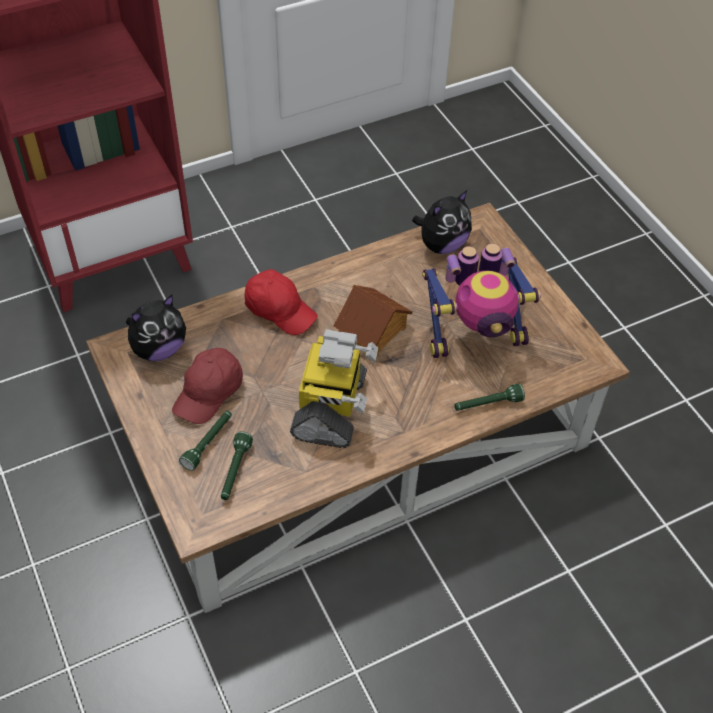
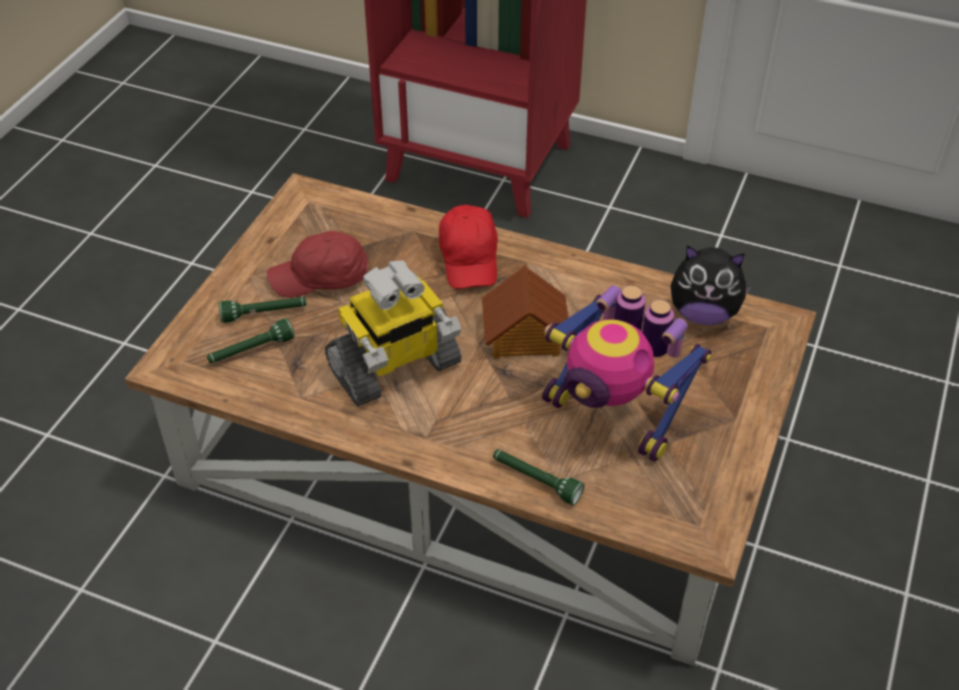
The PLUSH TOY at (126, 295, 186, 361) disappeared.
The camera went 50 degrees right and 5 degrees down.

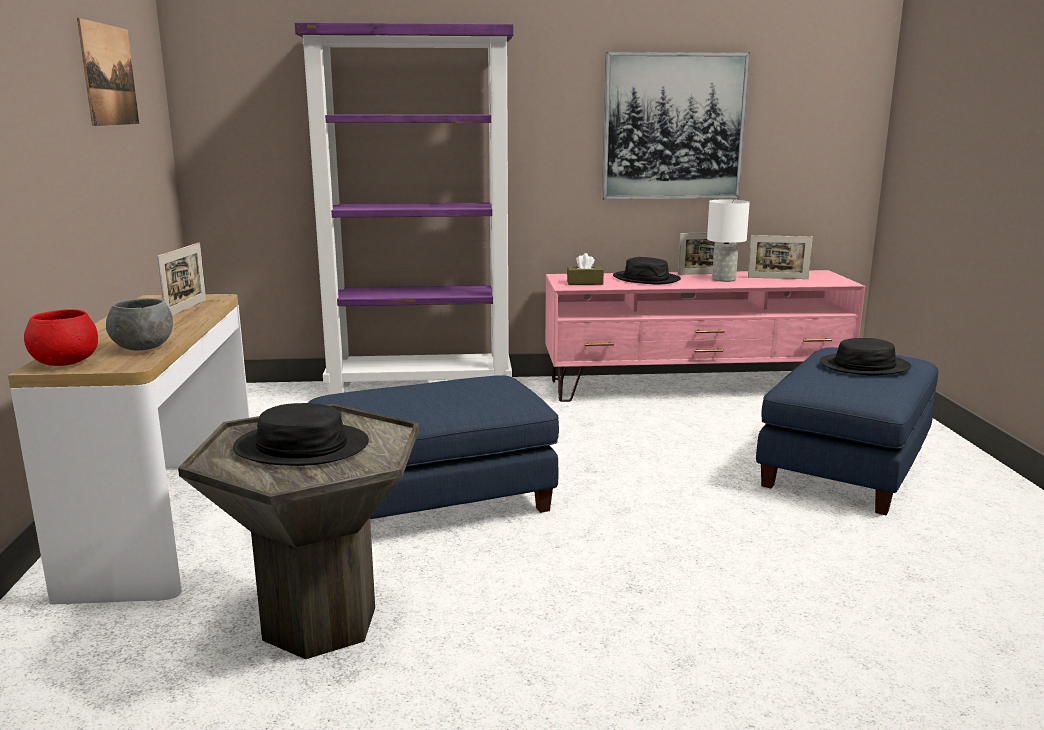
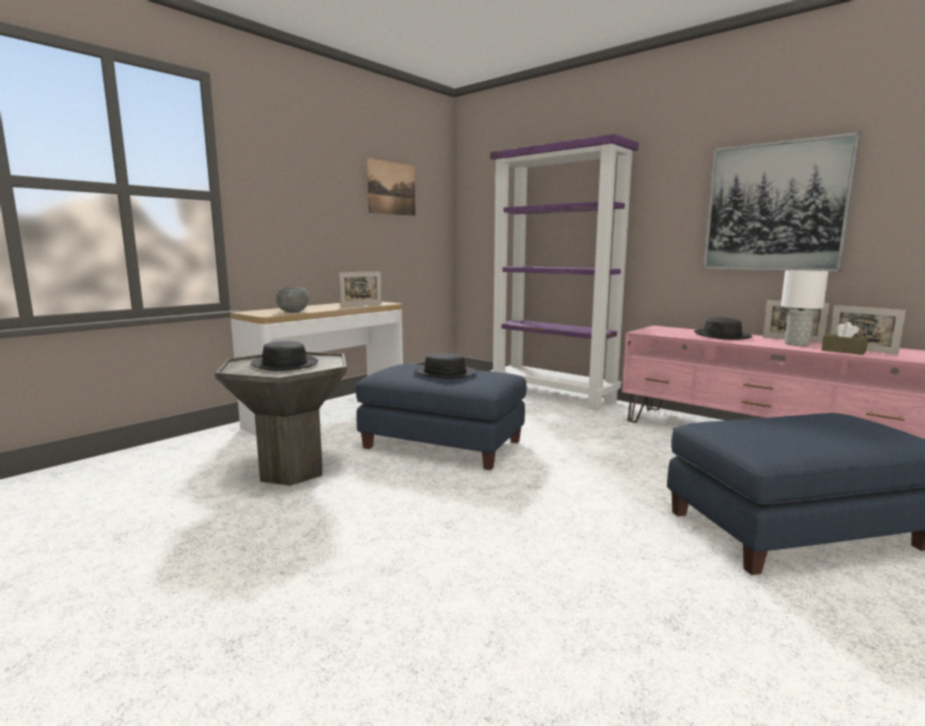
The BROWN TISSUE BOX moved from (567, 253, 604, 285) to (822, 322, 868, 355).
The RED BOWL at (24, 309, 98, 366) disappeared.
The BLACK HAT moved from (820, 338, 911, 376) to (414, 353, 477, 379).
The camera went 45 degrees right and 5 degrees down.

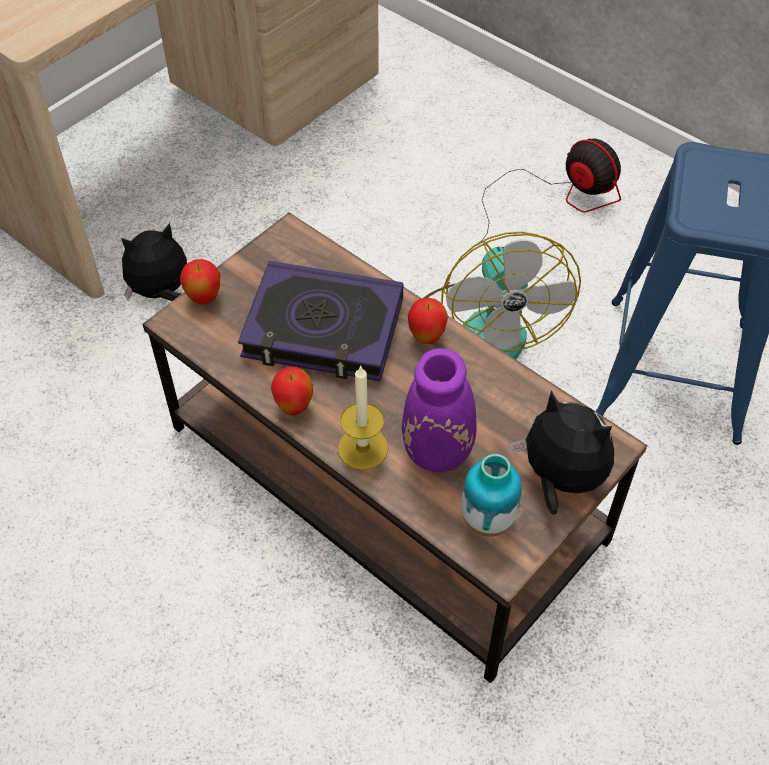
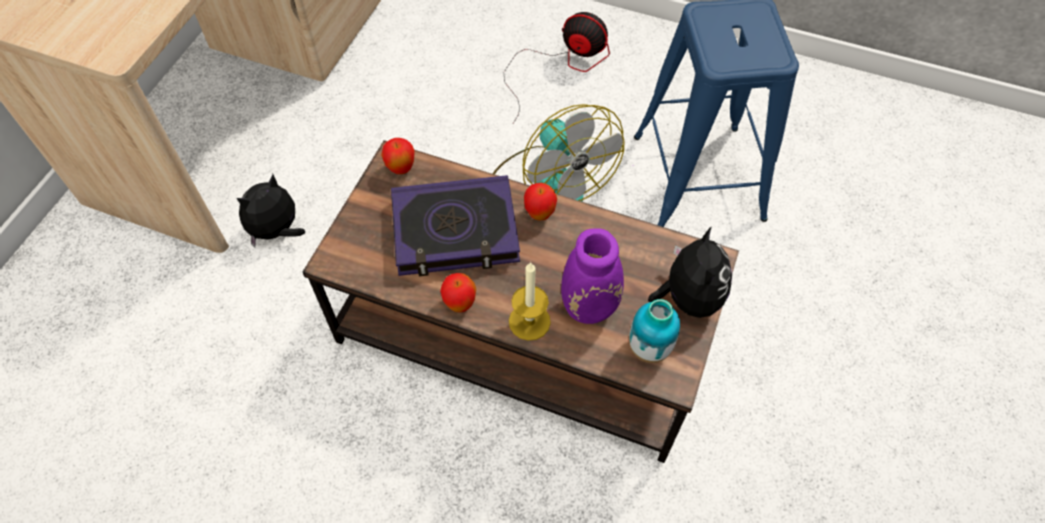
The APPLE moved from (180, 259, 220, 304) to (381, 138, 415, 174).
The PLUSH TOY at (510, 390, 614, 515) turned 75 degrees clockwise.
The camera went 20 degrees left and 5 degrees up.

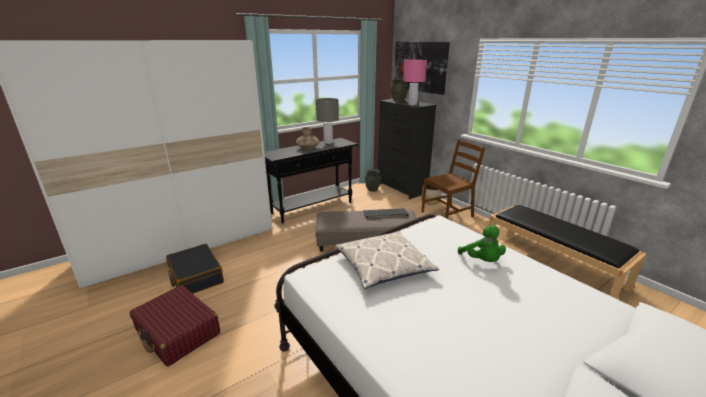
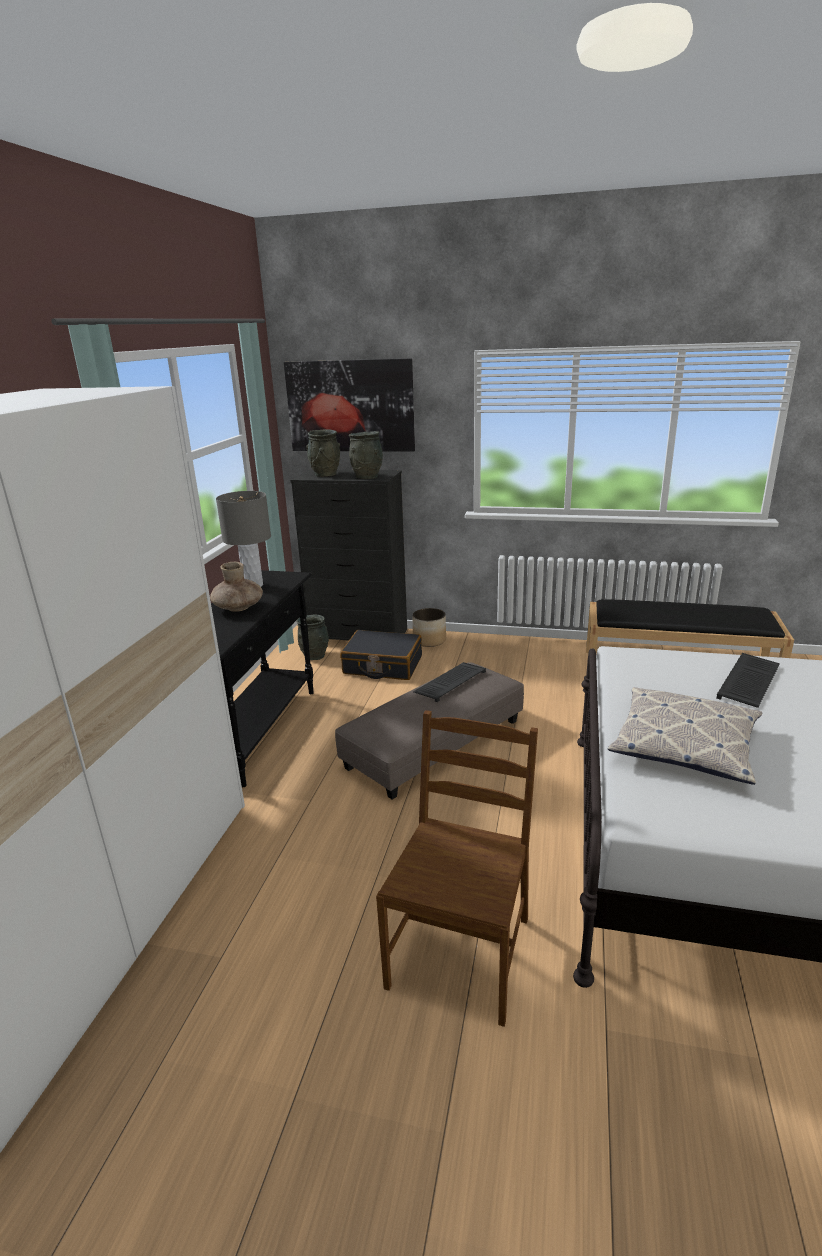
The PINK TABLE LAMP at (403, 60, 427, 105) was replaced by the GREY VASE at (349, 431, 383, 479).
The BROWN CHAIR moved from (422, 139, 485, 219) to (376, 710, 538, 1027).
The GREEN PLUSH TOY at (458, 225, 506, 262) was replaced by the KEYBOARD at (716, 653, 780, 708).
The BLACK SUITCASE moved from (166, 244, 224, 294) to (340, 630, 422, 680).
The RED SUITCASE at (130, 285, 220, 367) disappeared.
The camera went 40 degrees left and 0 degrees up.

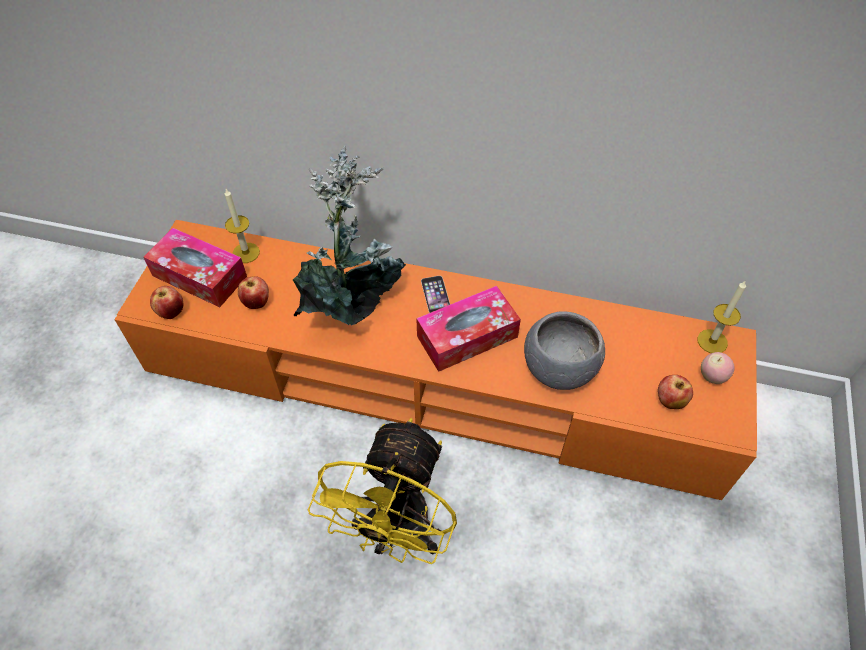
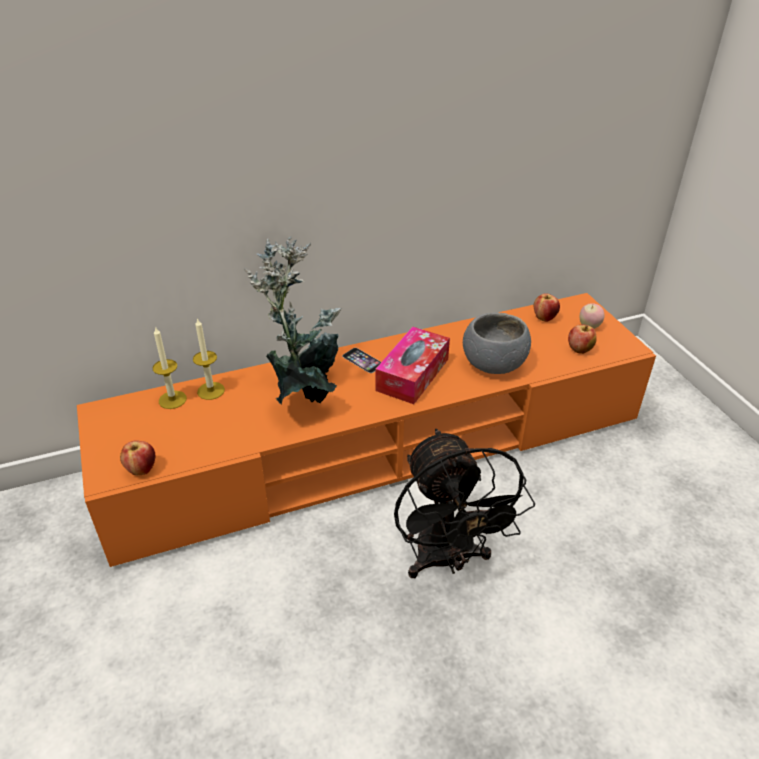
The TISSUE BOX at (143, 228, 247, 307) disappeared.
The APPLE moved from (238, 276, 269, 309) to (534, 293, 560, 322).
The CANDLE moved from (697, 280, 746, 353) to (193, 318, 225, 400).
The YELLOW FAN at (308, 418, 457, 564) became the BLACK FAN at (394, 429, 535, 578).
The camera went 35 degrees left and 15 degrees down.

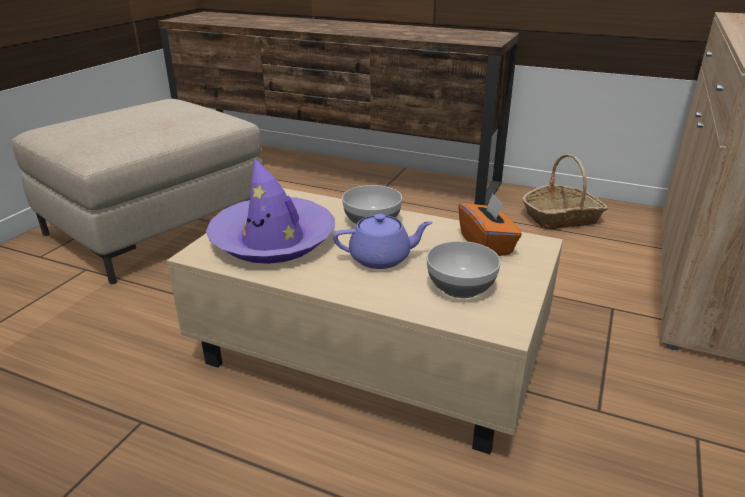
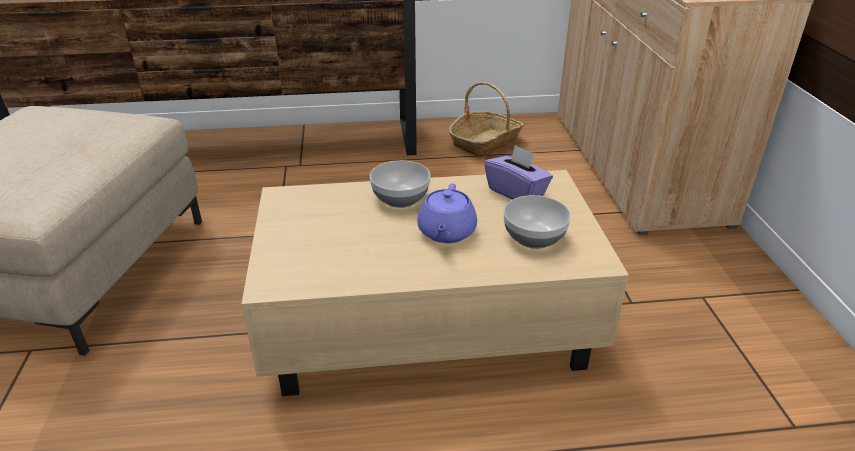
The PURPLE HAT at (206, 158, 335, 264) disappeared.
The ORANGE TISSUE BOX at (458, 194, 522, 256) became the PURPLE TISSUE BOX at (484, 145, 553, 200).
The PURPLE TEAPOT at (333, 214, 433, 269) turned 135 degrees clockwise.
The camera went 30 degrees left and 5 degrees up.

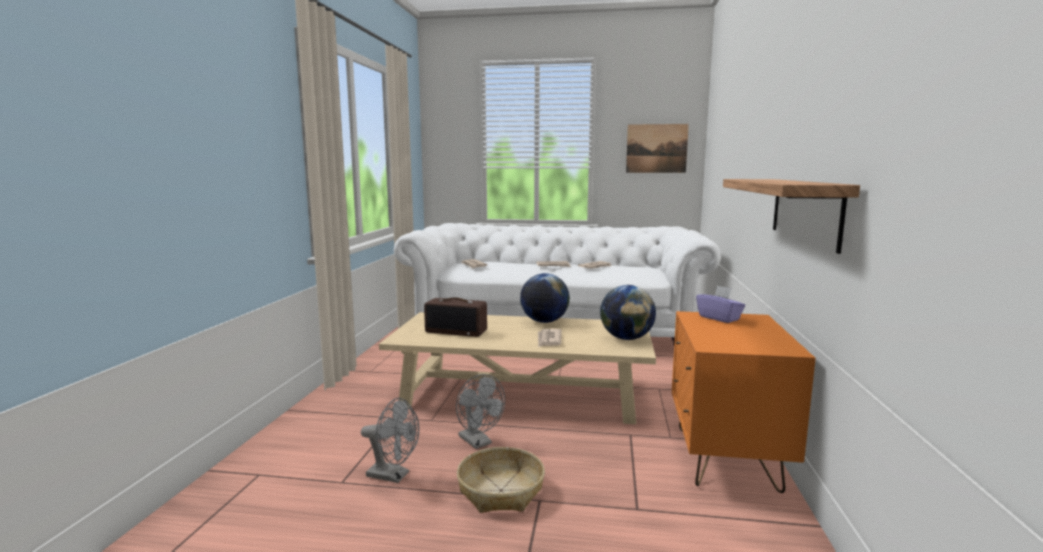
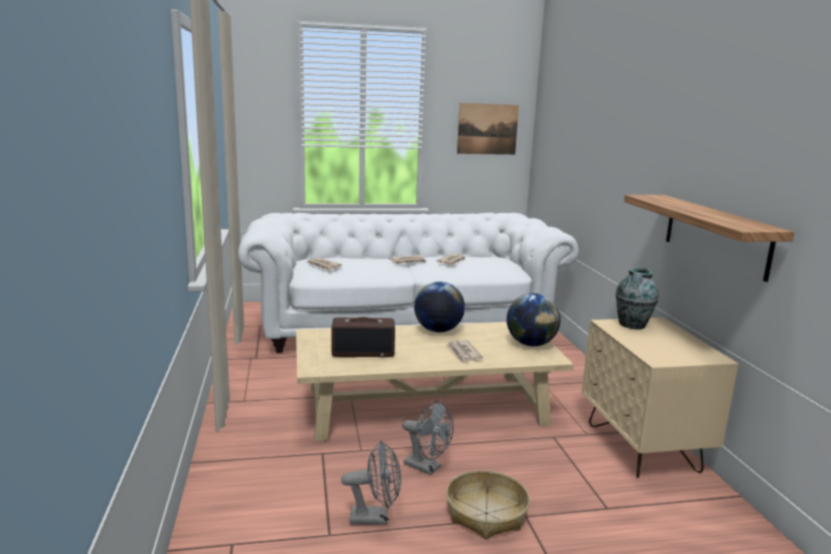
The PURPLE TISSUE BOX at (696, 285, 745, 323) was replaced by the VASE at (616, 267, 659, 330).
The ORANGE NIGHTSTAND at (672, 311, 816, 493) became the BEIGE NIGHTSTAND at (582, 317, 739, 478).
The camera went 20 degrees left and 5 degrees up.

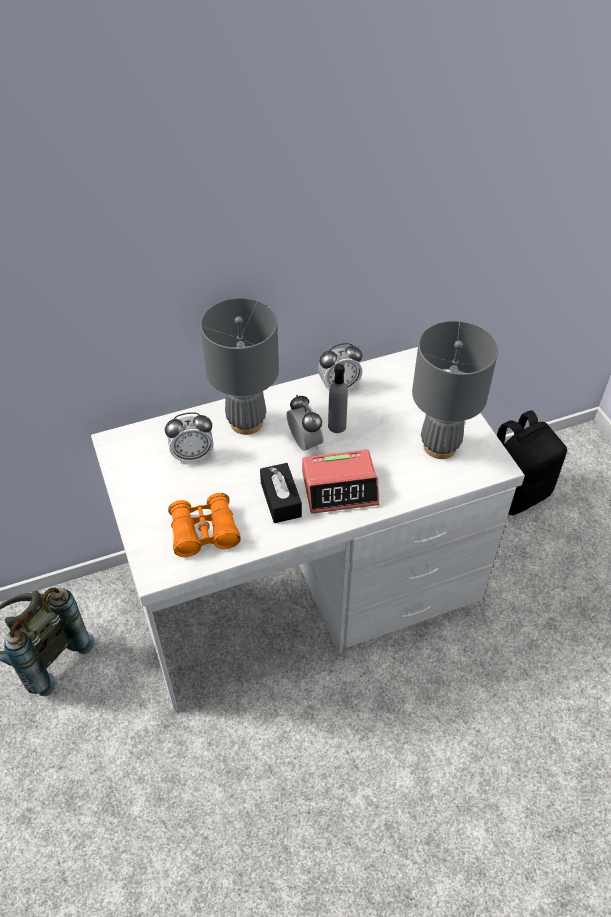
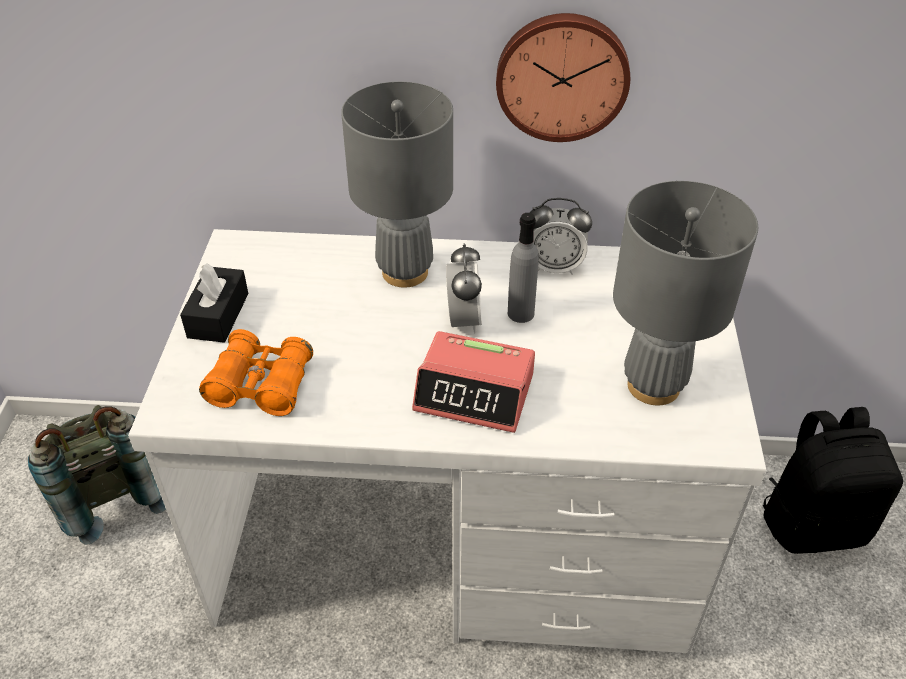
The ALARM CLOCK at (165, 412, 214, 463) disappeared.
The BLACK TISSUE BOX moved from (260, 463, 302, 523) to (180, 263, 248, 343).
The WALL CLOCK at (496, 13, 630, 142) appeared.
The camera went 25 degrees right and 5 degrees down.

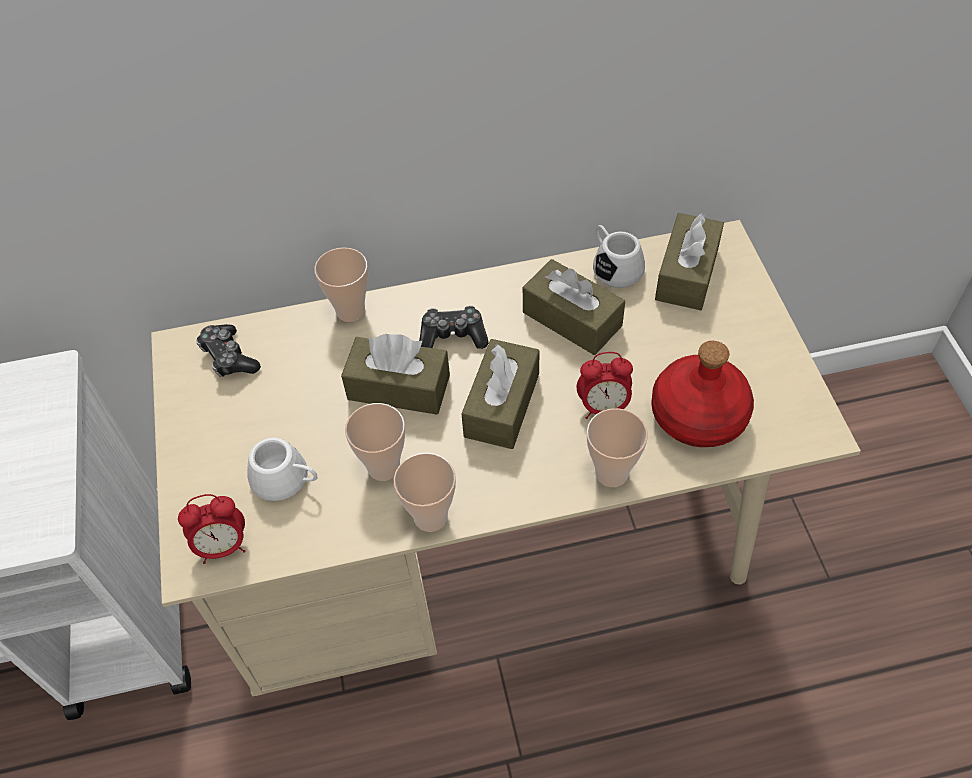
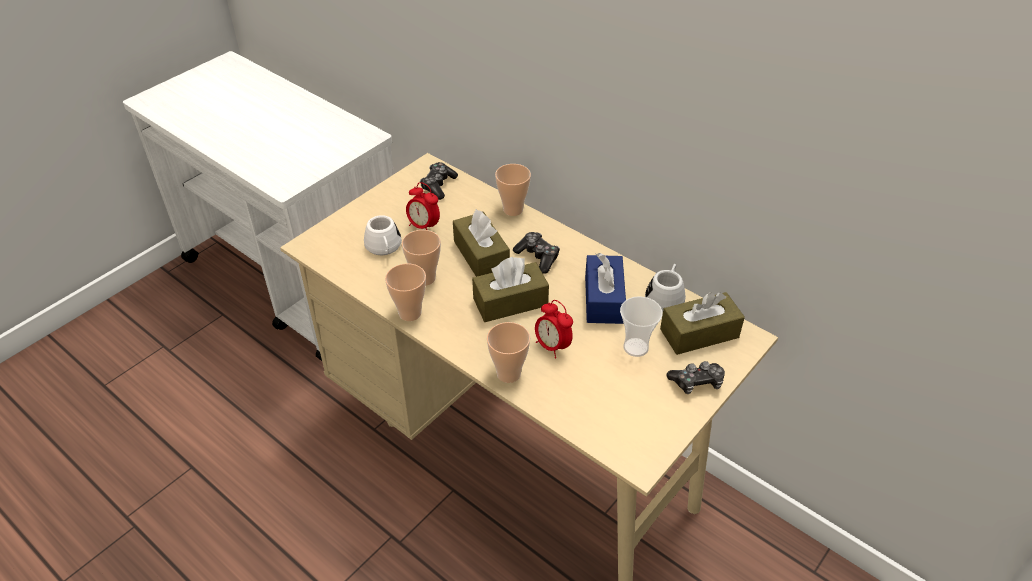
The BROWN TISSUE BOX at (523, 259, 625, 355) became the BLUE TISSUE BOX at (585, 253, 626, 324).
The RED BOTTLE at (651, 341, 754, 447) disappeared.
The ALARM CLOCK moved from (178, 494, 246, 564) to (406, 182, 440, 230).
The CUP at (620, 296, 663, 357) appeared.
The GAME CONTROLLER at (667, 361, 725, 394) appeared.
The camera went 50 degrees right and 10 degrees down.

